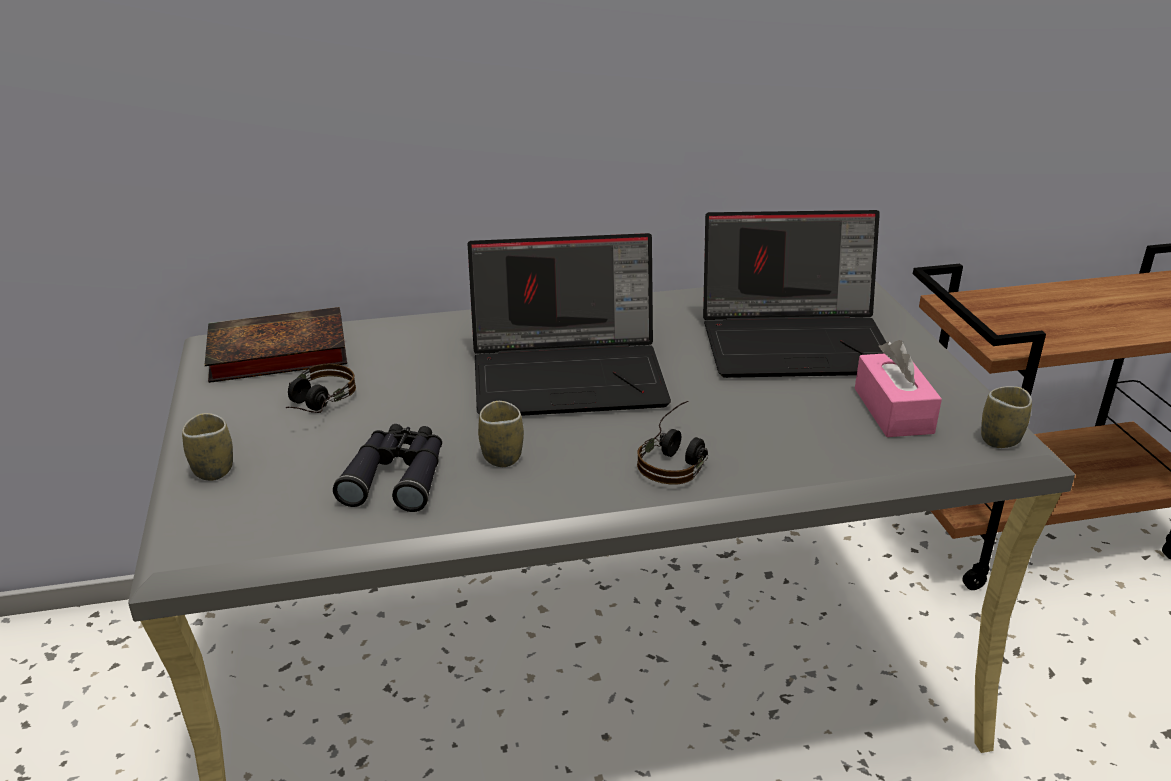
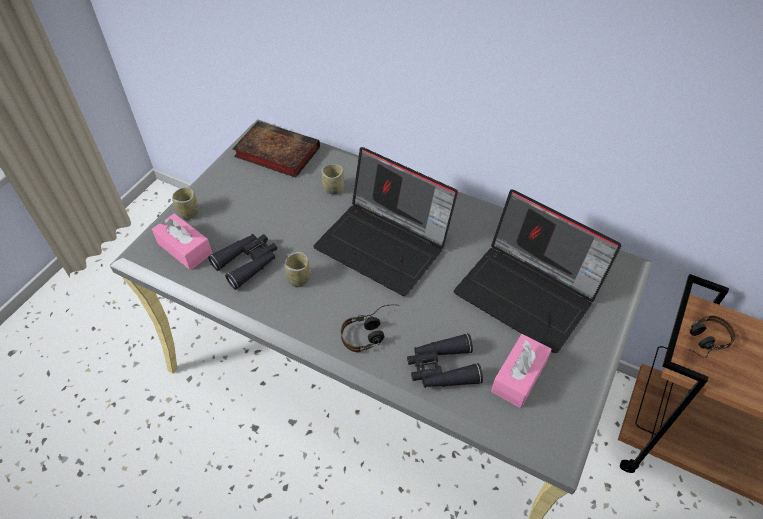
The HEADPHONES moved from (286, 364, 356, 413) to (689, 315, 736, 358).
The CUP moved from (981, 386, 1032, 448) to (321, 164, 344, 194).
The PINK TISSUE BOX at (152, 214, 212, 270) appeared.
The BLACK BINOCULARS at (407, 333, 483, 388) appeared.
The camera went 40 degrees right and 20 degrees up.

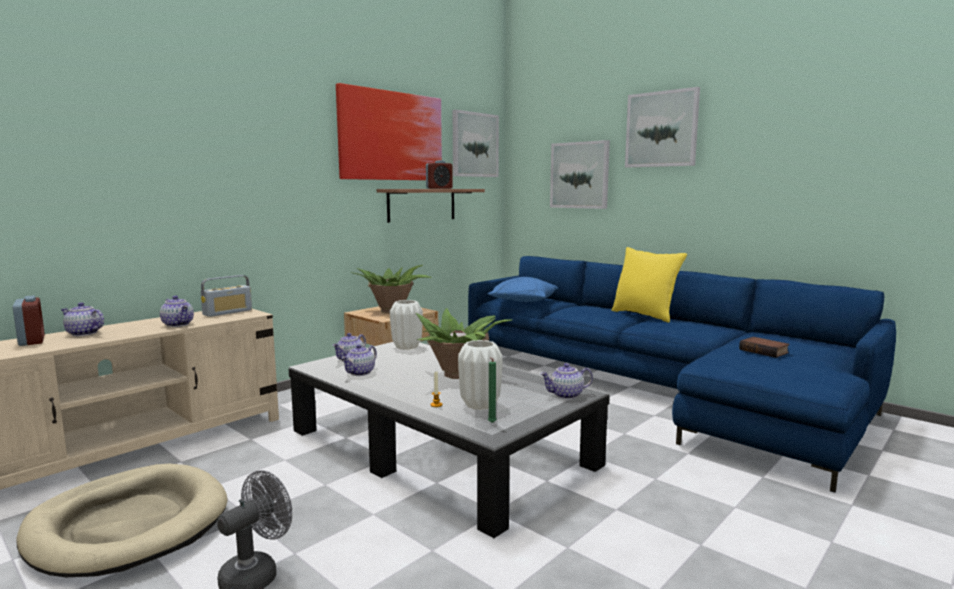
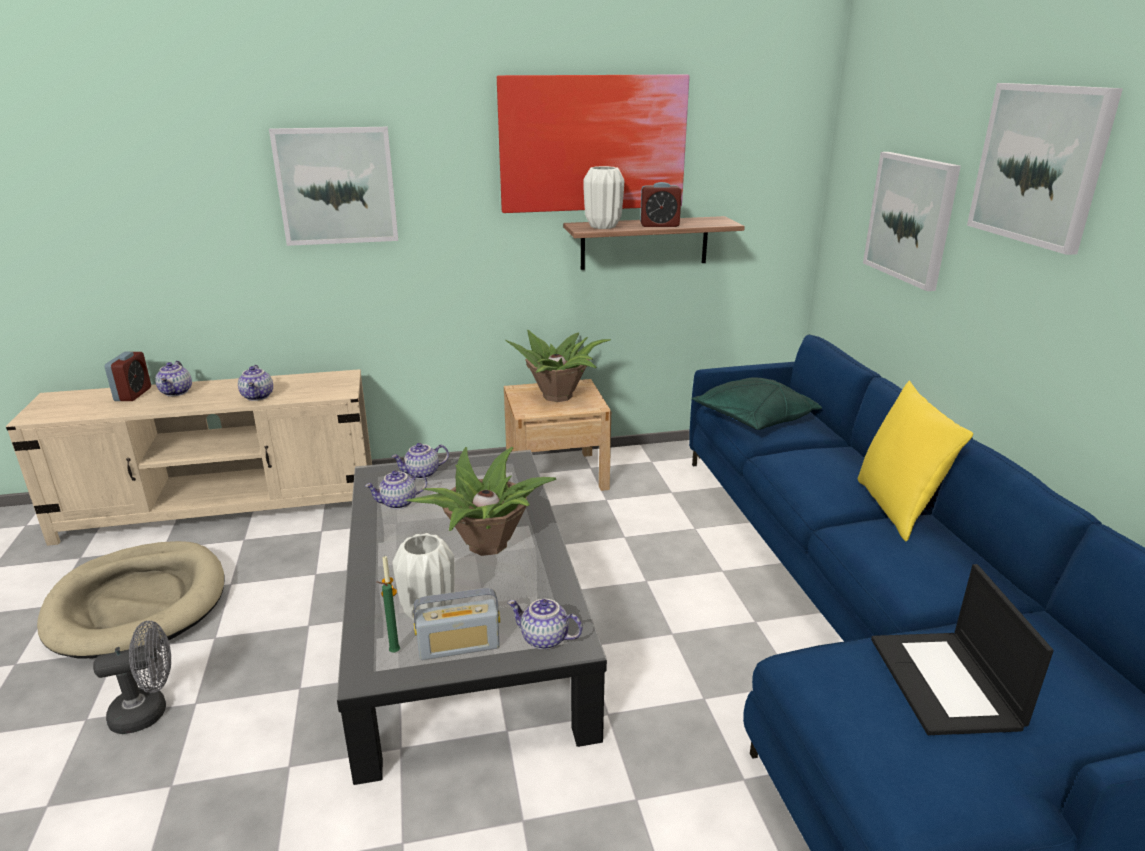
The PICTURE moved from (453, 110, 499, 177) to (269, 127, 398, 246).
The RADIO moved from (201, 275, 252, 317) to (413, 588, 500, 660).
The BLUE PILLOW at (487, 277, 558, 302) became the GREEN PILLOW at (692, 377, 822, 430).
The WHITE VASE moved from (390, 300, 423, 350) to (583, 166, 624, 229).
The TEAPOT at (61, 302, 104, 336) turned 150 degrees counterclockwise.
The BOOK at (739, 337, 790, 358) was replaced by the LAPTOP at (871, 564, 1054, 735).
The camera went 35 degrees right and 15 degrees up.

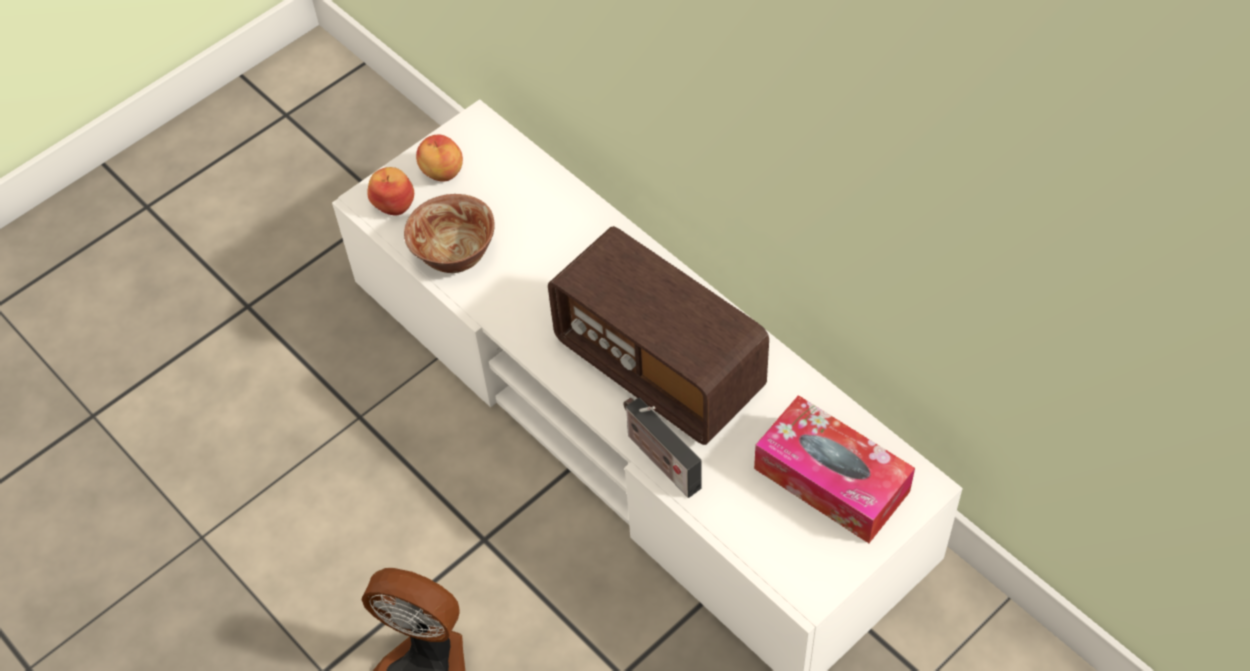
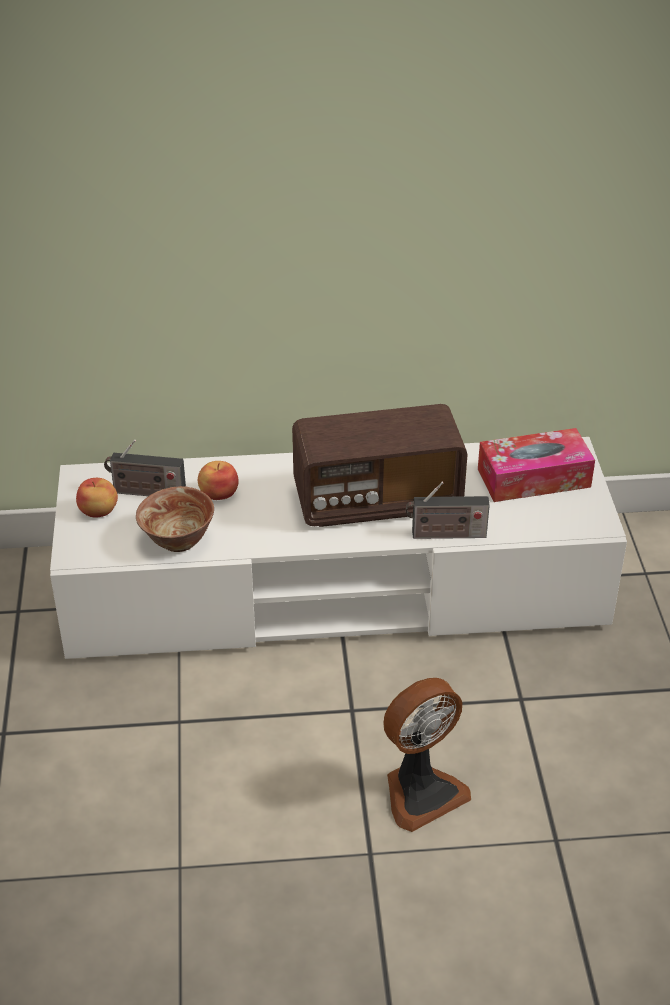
The APPLE moved from (367, 167, 414, 215) to (198, 461, 238, 500).
The RADIO at (104, 439, 186, 496) appeared.
The camera went 55 degrees left and 15 degrees down.

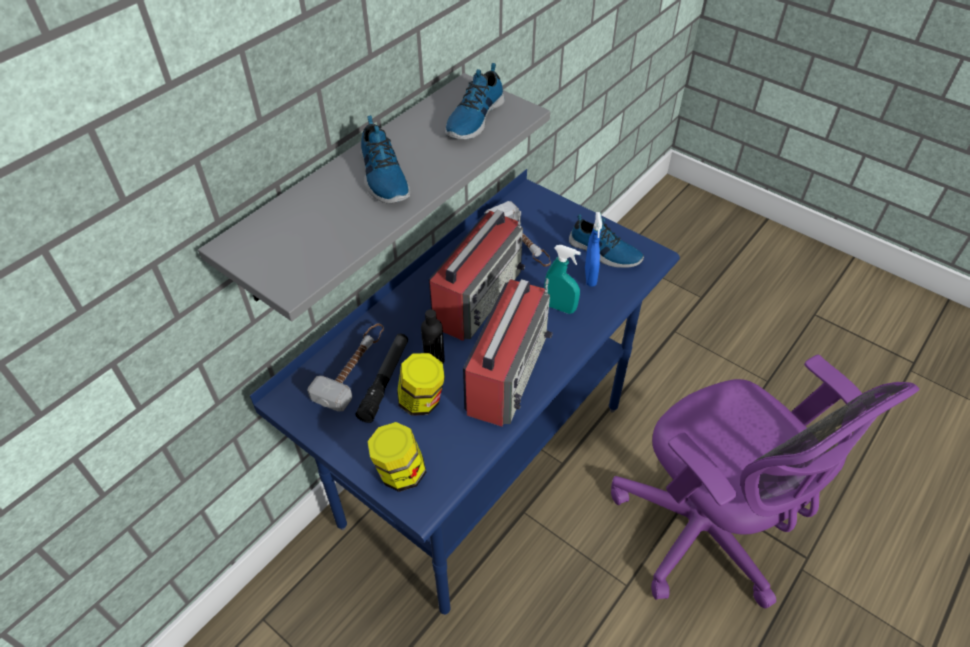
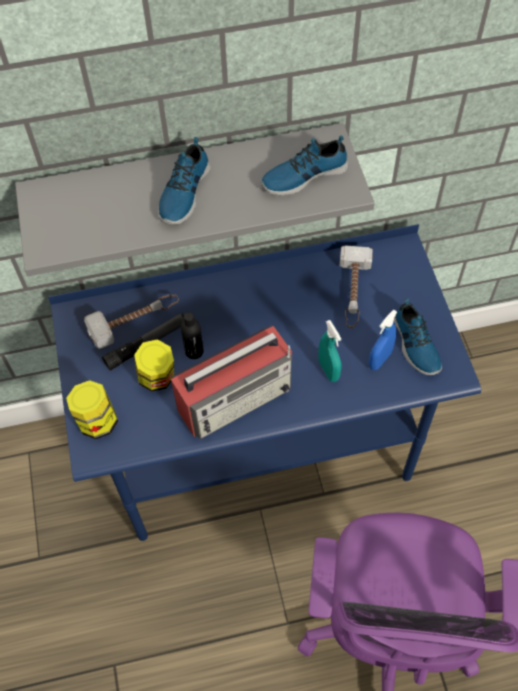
The RADIO at (429, 210, 525, 341) disappeared.
The camera went 40 degrees right and 10 degrees up.

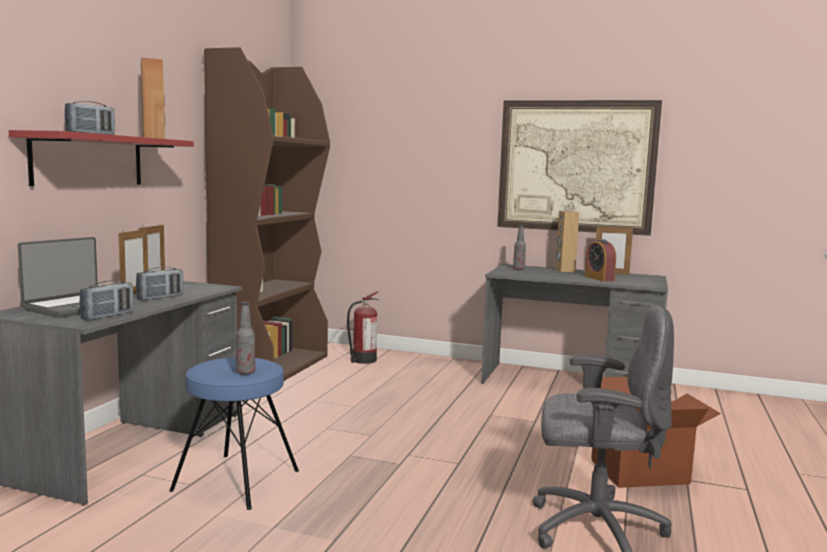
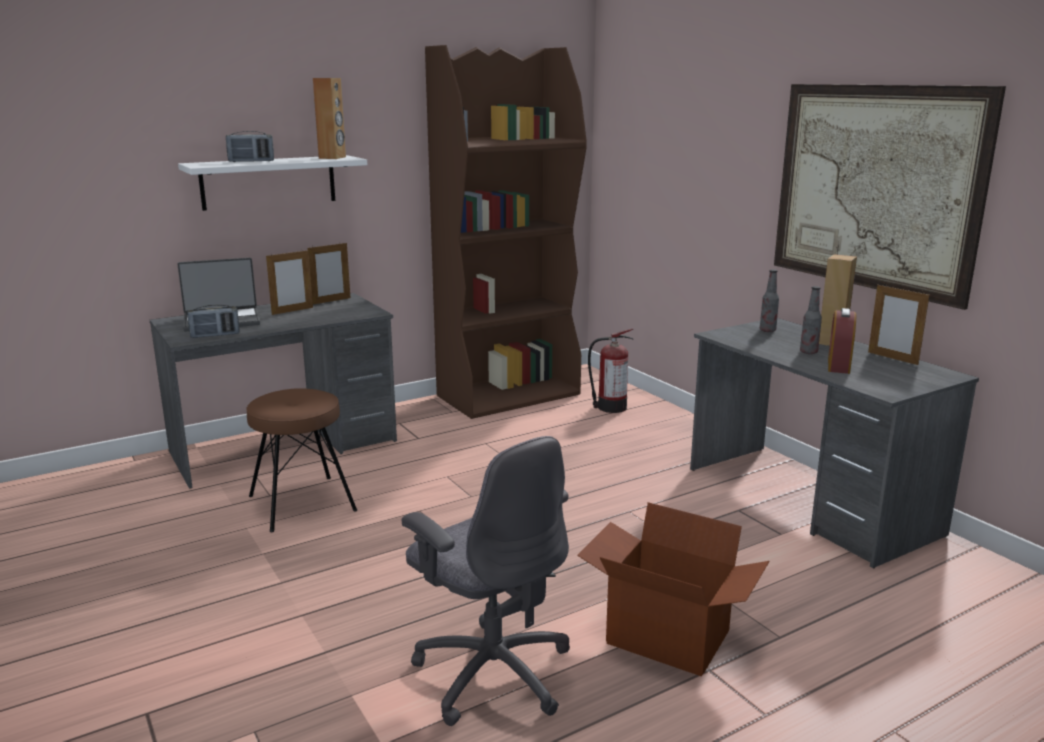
The RED SHELF at (9, 130, 194, 186) became the WHITE SHELF at (178, 155, 367, 211).
The RADIO at (136, 267, 184, 300) disappeared.
The BOTTLE moved from (236, 302, 255, 374) to (800, 286, 822, 354).
The BLUE STOOL at (169, 357, 299, 510) became the BROWN STOOL at (247, 388, 357, 532).
The camera went 40 degrees right and 10 degrees up.

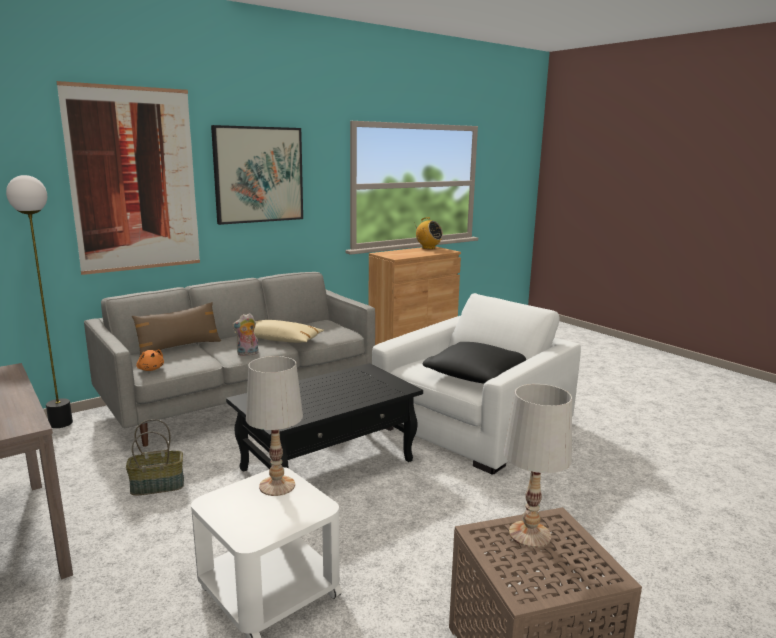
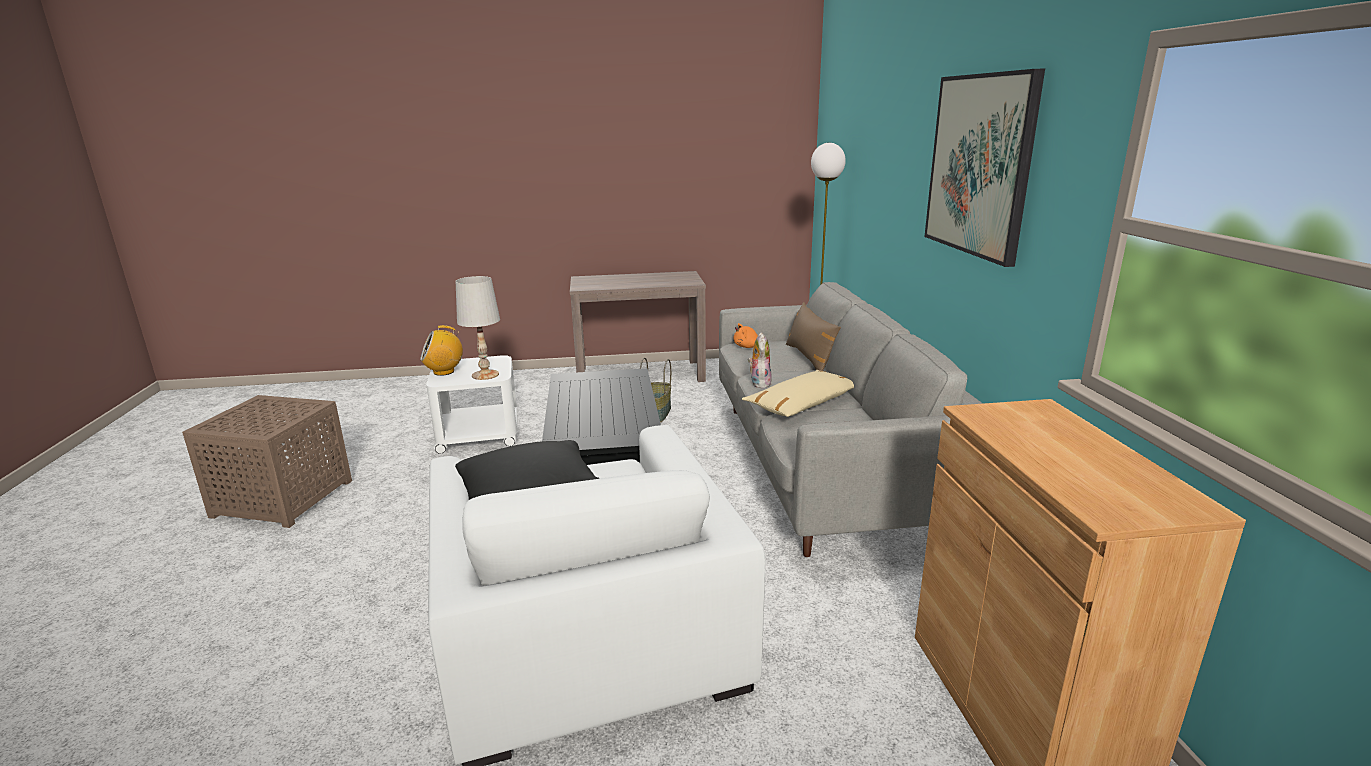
The PICTURE at (56, 81, 200, 275) disappeared.
The RADIO moved from (415, 217, 443, 249) to (420, 325, 463, 376).
The WHITE TABLE LAMP at (504, 384, 572, 548) disappeared.
The camera went 120 degrees right and 5 degrees up.

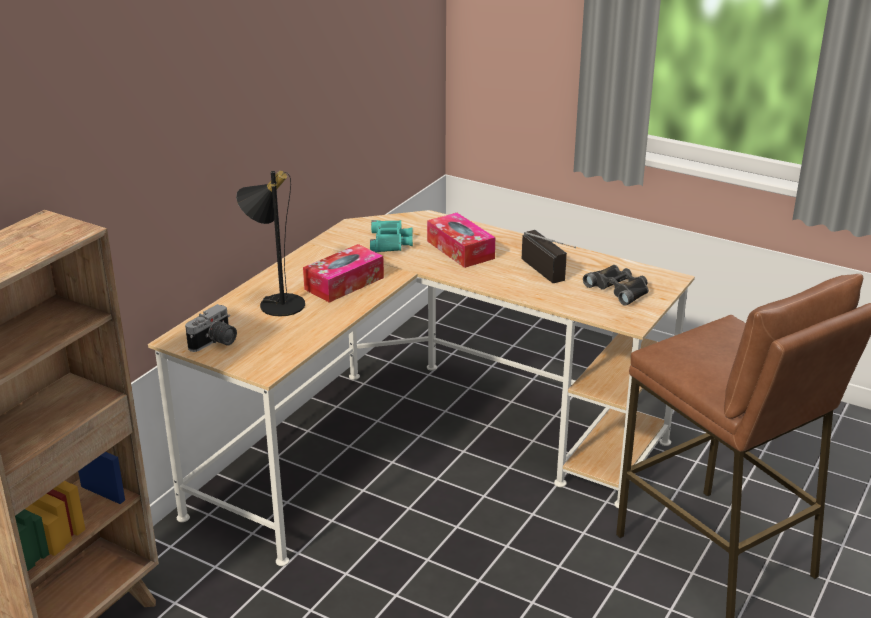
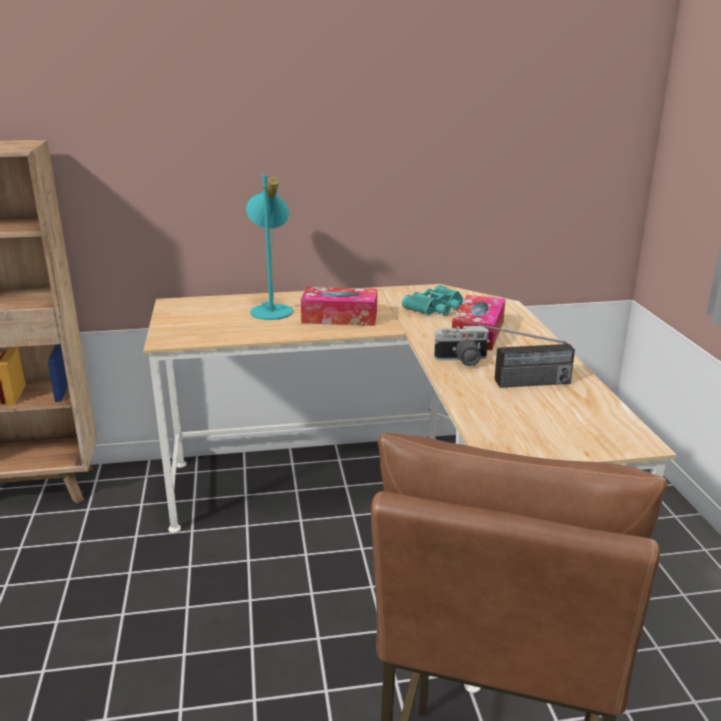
The BLACK TABLE LAMP at (236, 171, 305, 317) became the TURQUOISE TABLE LAMP at (246, 175, 293, 320).
The RADIO at (522, 230, 576, 283) turned 60 degrees clockwise.
The BLACK BINOCULARS at (583, 265, 649, 306) disappeared.
The PHOTO CAMERA moved from (185, 304, 237, 352) to (434, 326, 490, 366).
The camera went 50 degrees right and 5 degrees down.

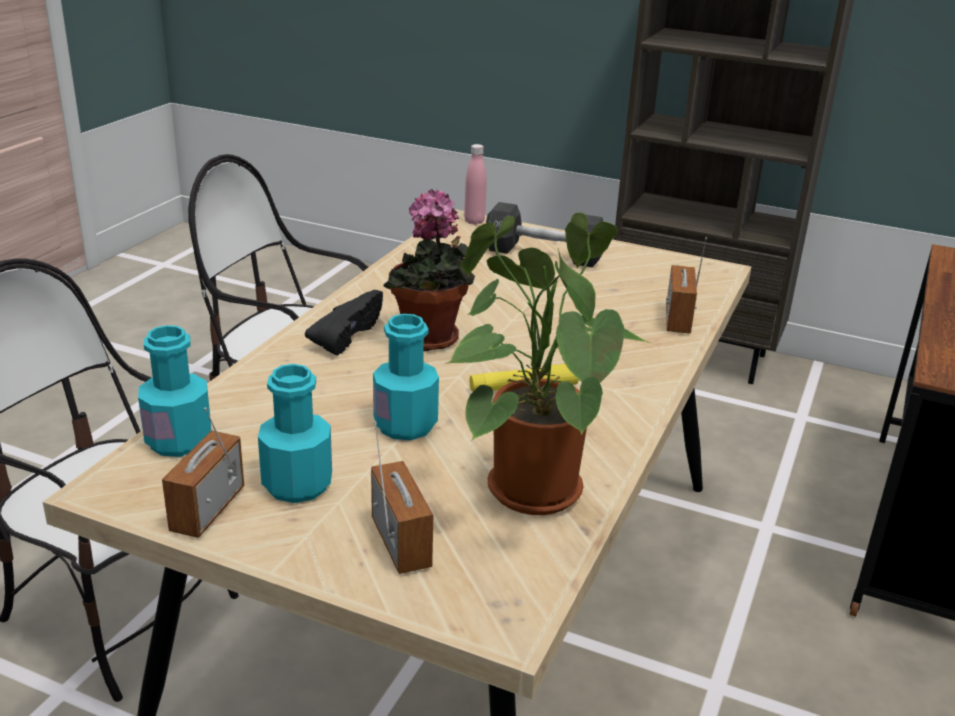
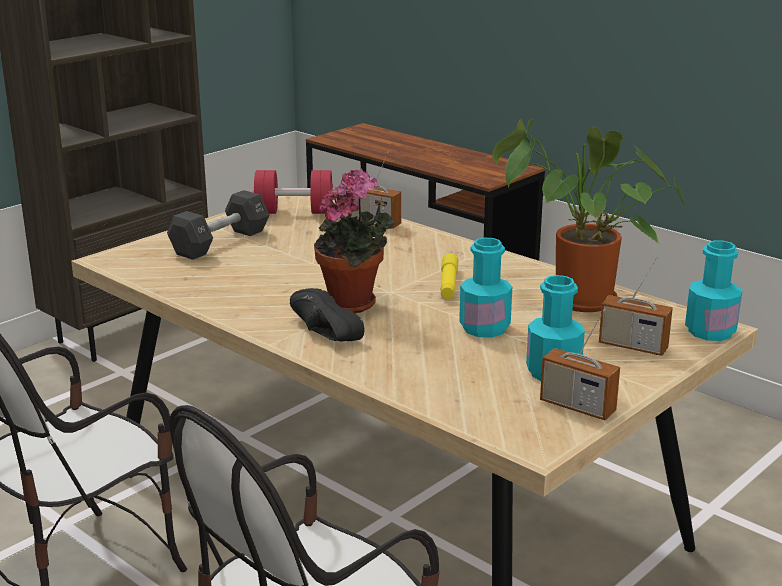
The PINK BOTTLE at (464, 144, 487, 225) disappeared.
The TURQUOISE BOTTLE moved from (138, 325, 211, 457) to (685, 240, 742, 341).
The RADIO at (371, 421, 433, 574) turned 150 degrees counterclockwise.
The RED DUMBBELL at (253, 170, 333, 214) appeared.
The camera went 70 degrees left and 5 degrees down.

